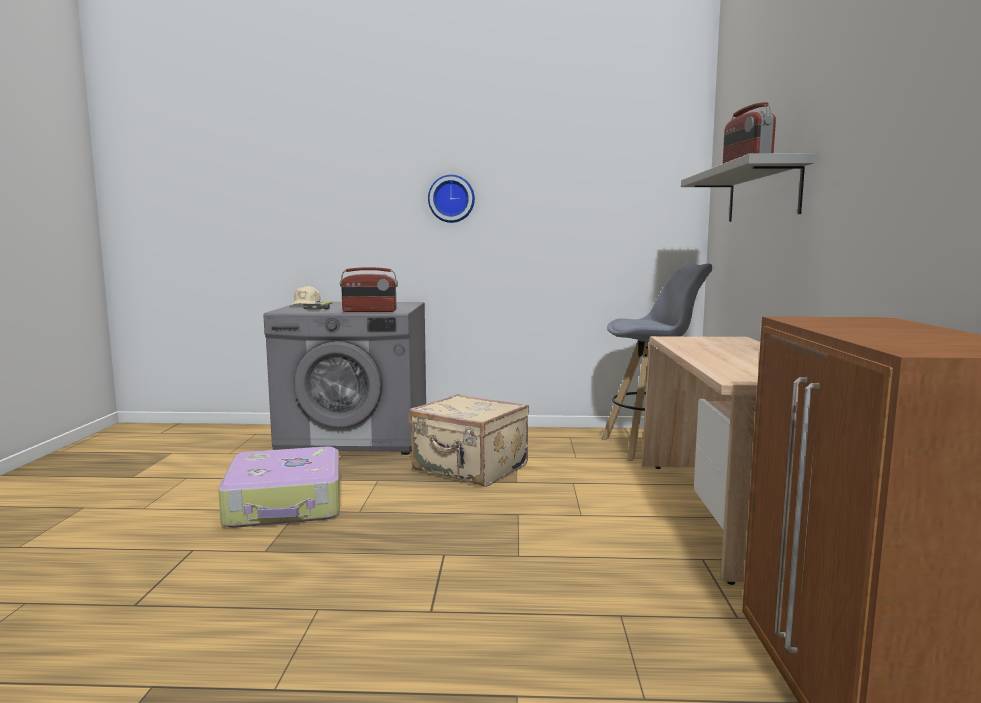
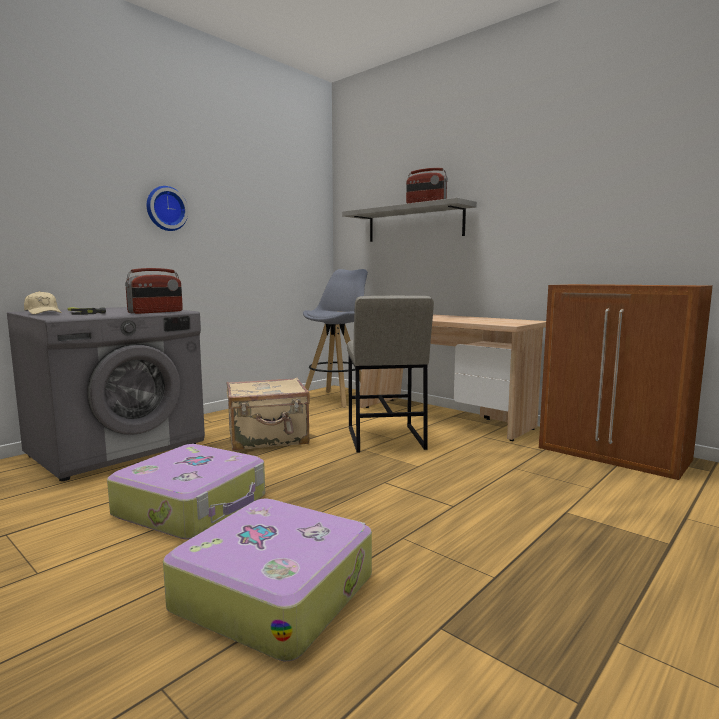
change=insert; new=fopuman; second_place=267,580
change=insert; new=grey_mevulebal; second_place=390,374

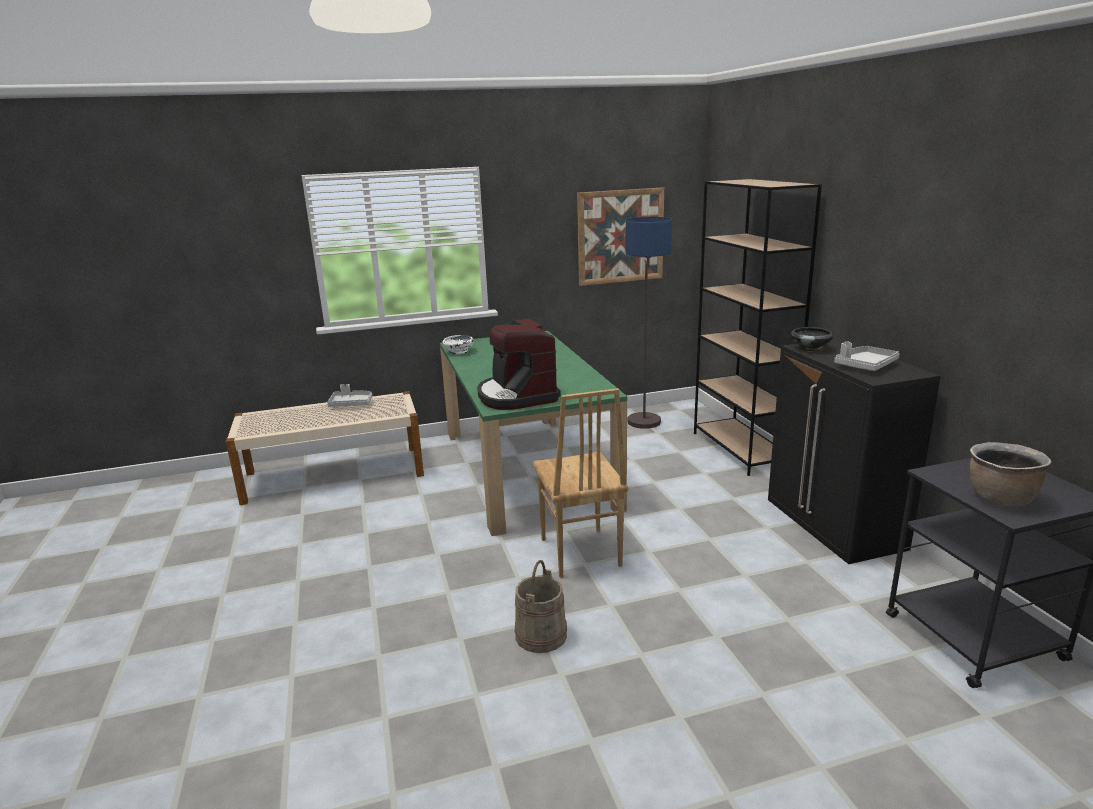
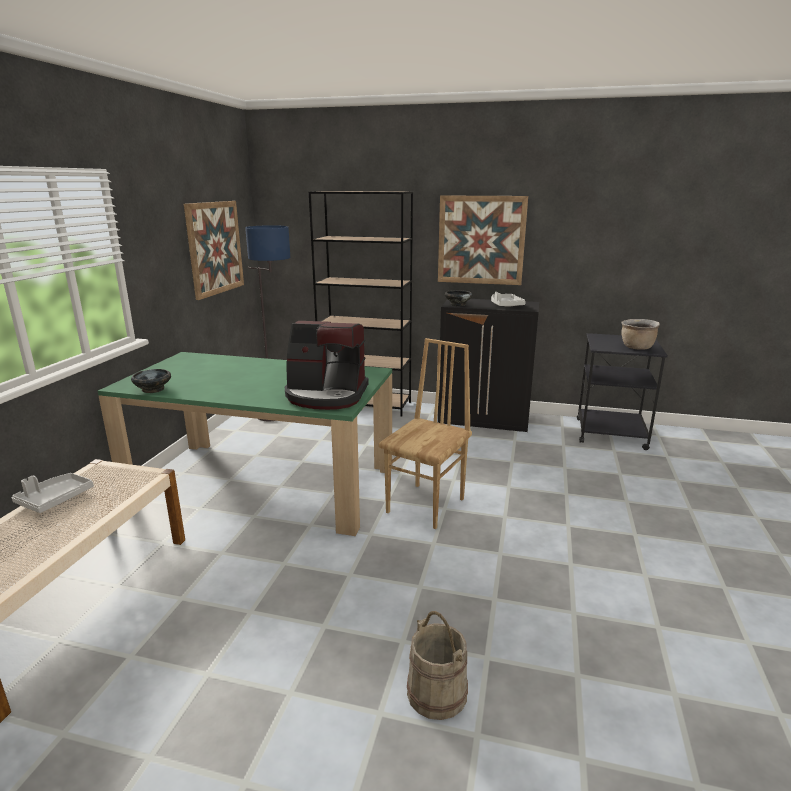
change=recolor; old=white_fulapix; new=black_fulapix; first_place=458,345; second_place=151,381
change=move; old=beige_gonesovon; first_place=541,606; second_place=437,665
change=rotate; old=brown_mevulebal; first_place=580,483; second_place=425,433; degrees=-75
change=insert; new=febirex; second_place=483,240

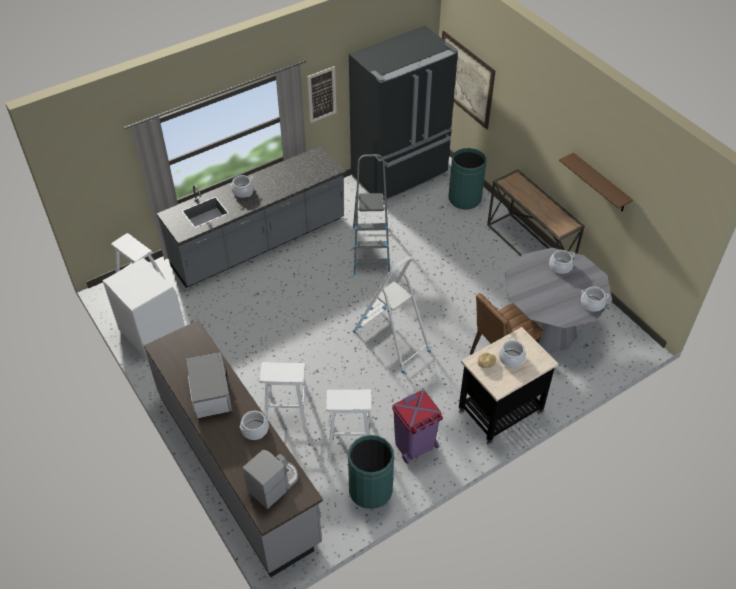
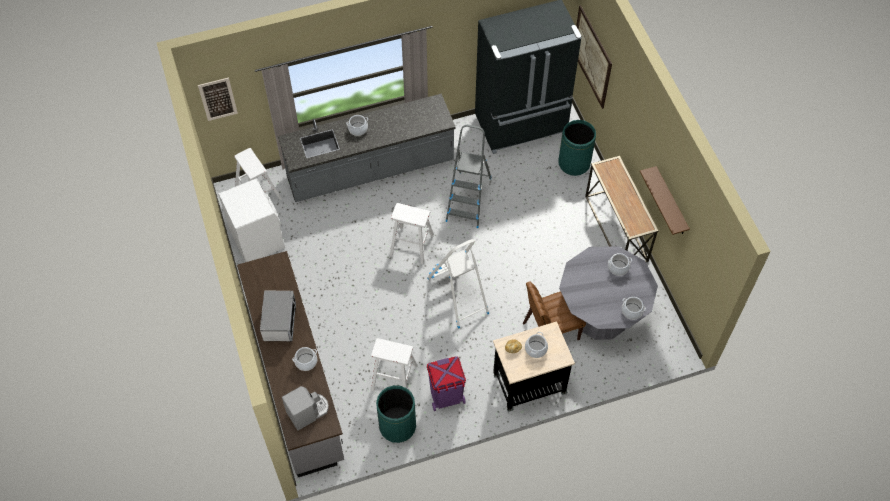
change=move; old=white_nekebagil; first_place=284,397; second_place=412,233
change=move; old=febirex; first_place=321,94; second_place=218,99

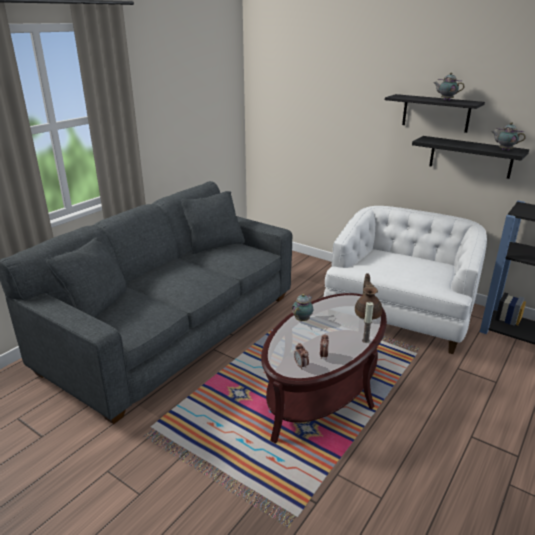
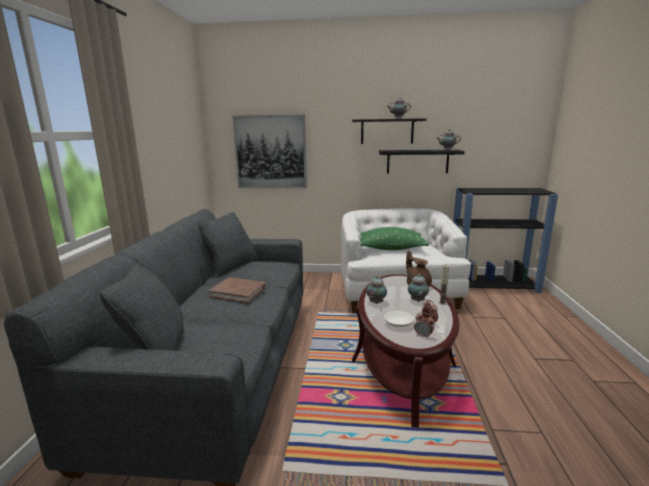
change=insert; new=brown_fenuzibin; second_place=237,290
change=insert; new=febirex; second_place=269,151
change=insert; new=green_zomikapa; second_place=394,238
change=insert; new=white_fulapix; second_place=399,319
change=insert; new=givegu; second_place=418,288

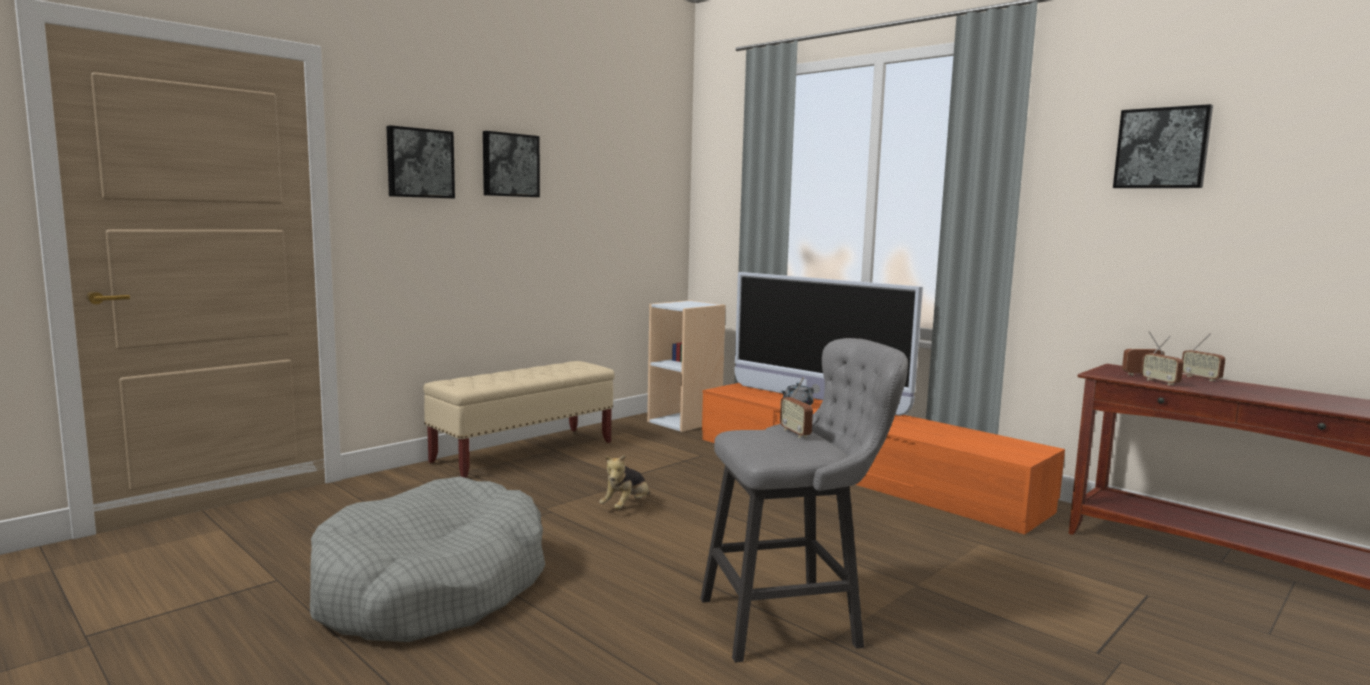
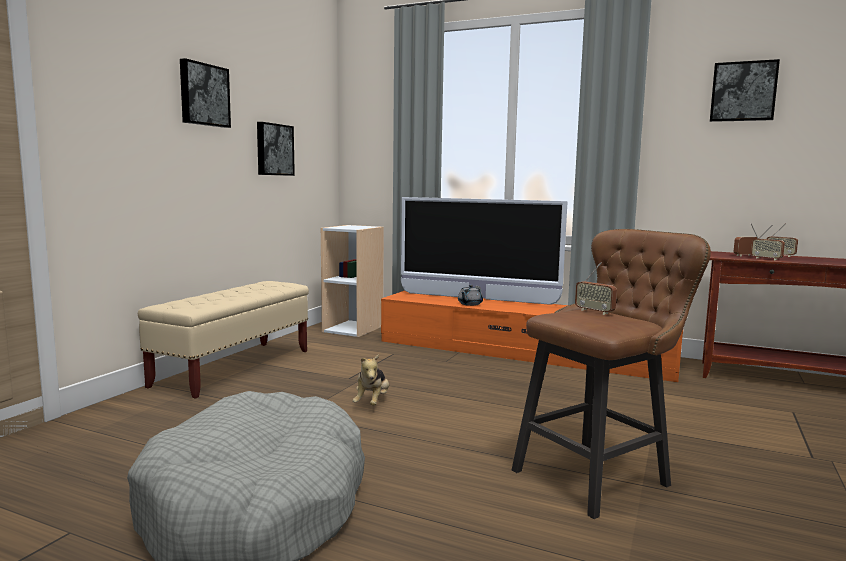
change=move; old=febirex; first_place=420,161; second_place=276,149
change=recolor; old=grey_nekebagil; new=brown_nekebagil; first_place=804,500; second_place=611,374

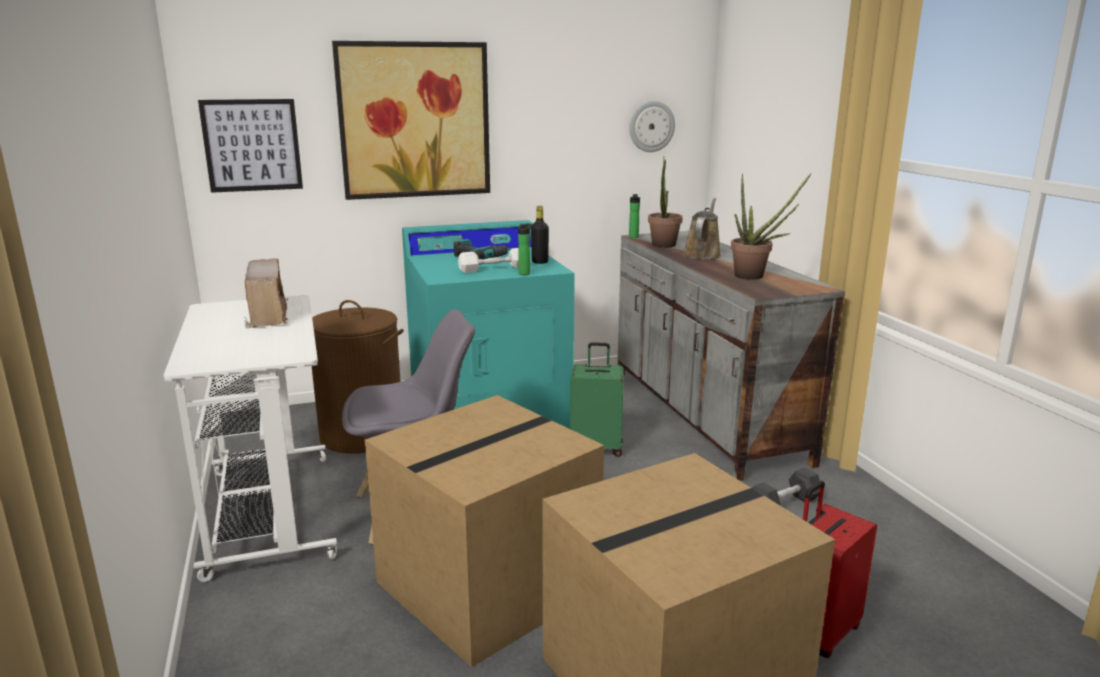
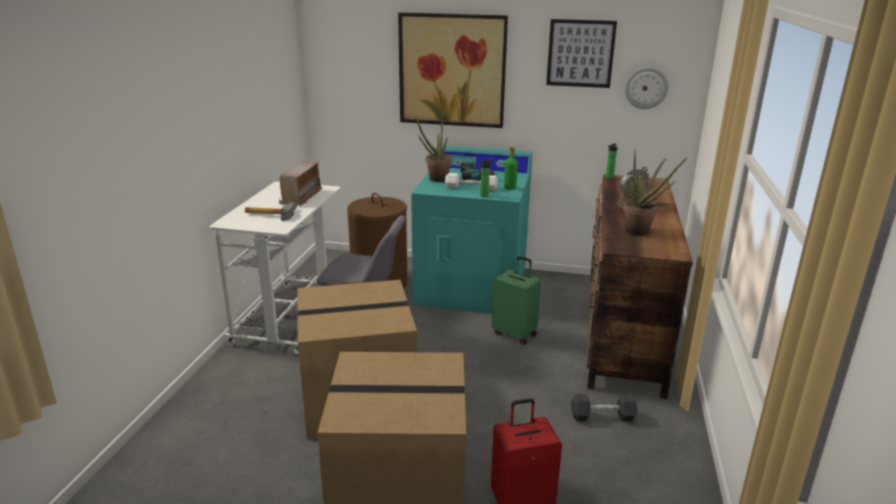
change=move; old=febirex; first_place=250,146; second_place=581,53
change=recolor; old=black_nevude; new=green_nevude; first_place=540,235; second_place=511,168
change=recolor; old=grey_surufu; new=brown_surufu; first_place=731,356; second_place=640,286
change=move; old=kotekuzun; first_place=665,202; second_place=433,146
change=insert; new=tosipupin; second_place=271,211

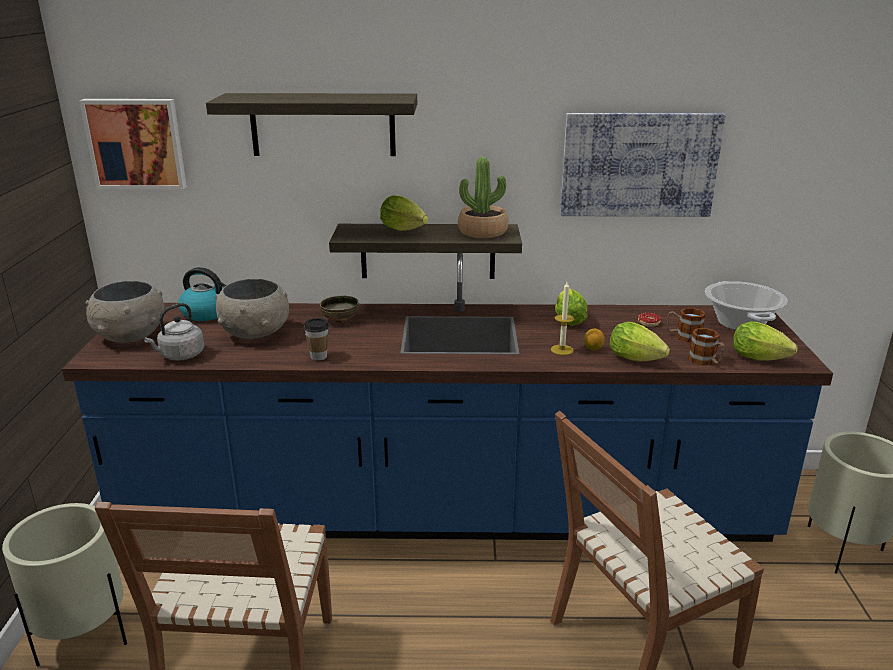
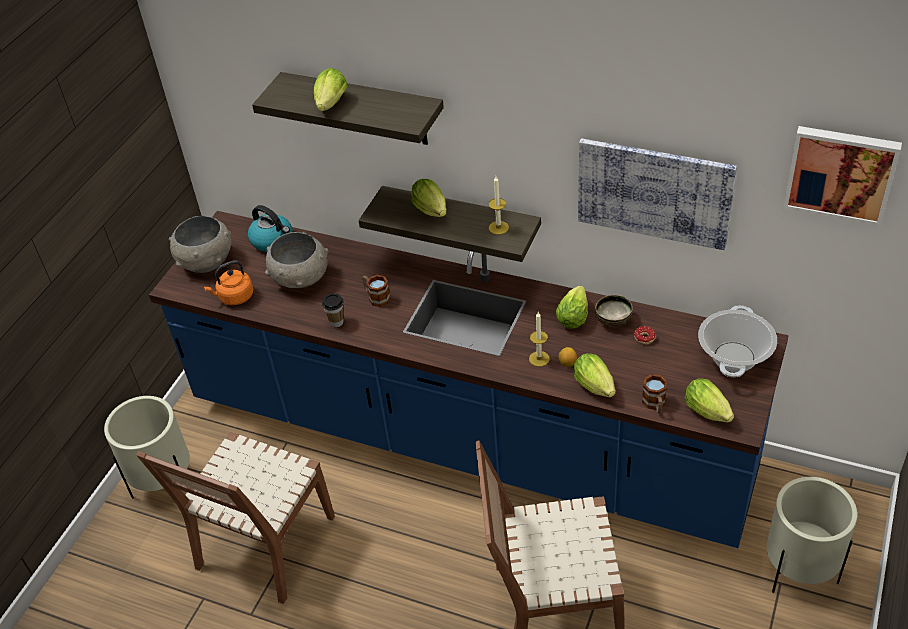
change=move; old=febirex; first_place=133,144; second_place=842,176
change=recolor; old=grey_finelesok; new=orange_finelesok; first_place=174,332; second_place=228,282
change=move; old=fulapix; first_place=339,309; second_place=614,311
change=replace; old=kotekuzun; new=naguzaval; first_place=483,197; second_place=499,206
change=move; old=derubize; first_place=686,325; second_place=376,291
change=insert; new=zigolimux; second_place=331,89

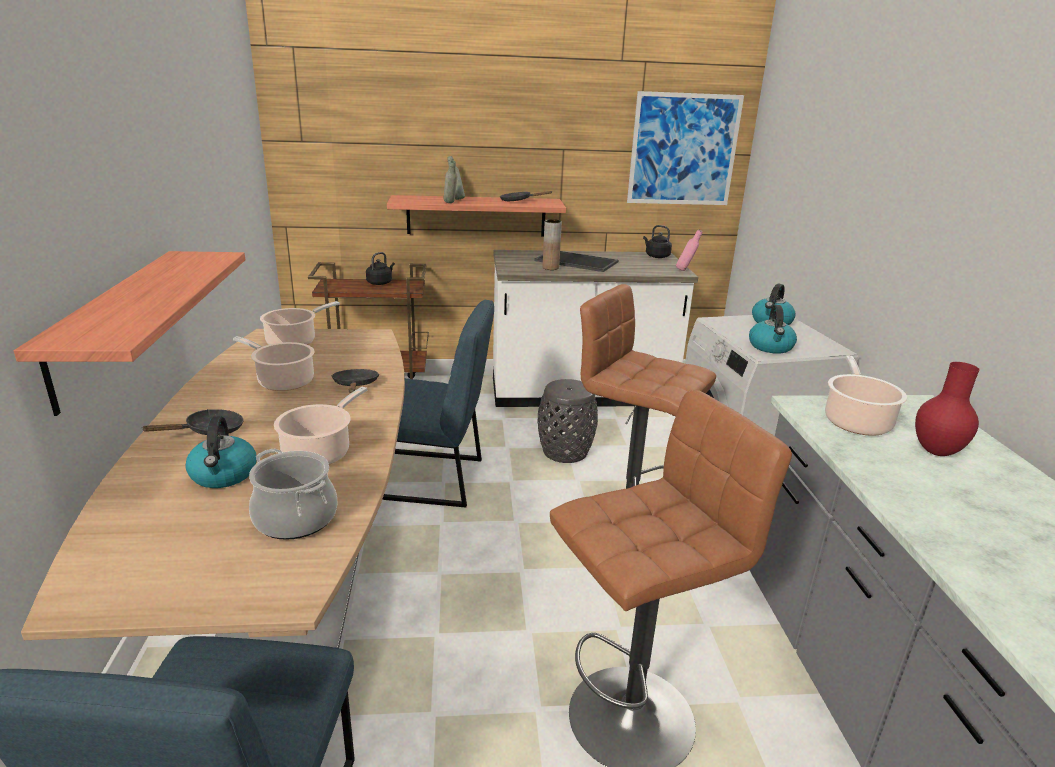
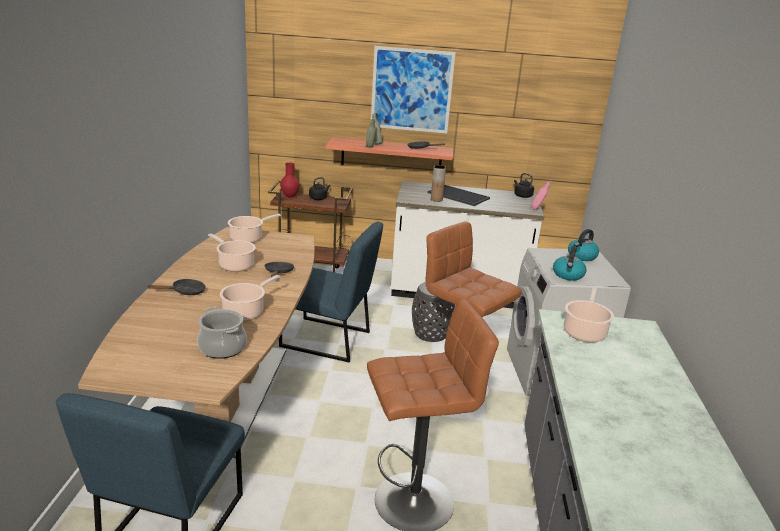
change=delete; old=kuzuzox; first_place=129,333
change=delete; old=finelesok; first_place=220,452
change=move; old=febirex; first_place=685,148; second_place=413,90
change=move; old=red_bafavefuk; first_place=947,409; second_place=290,180

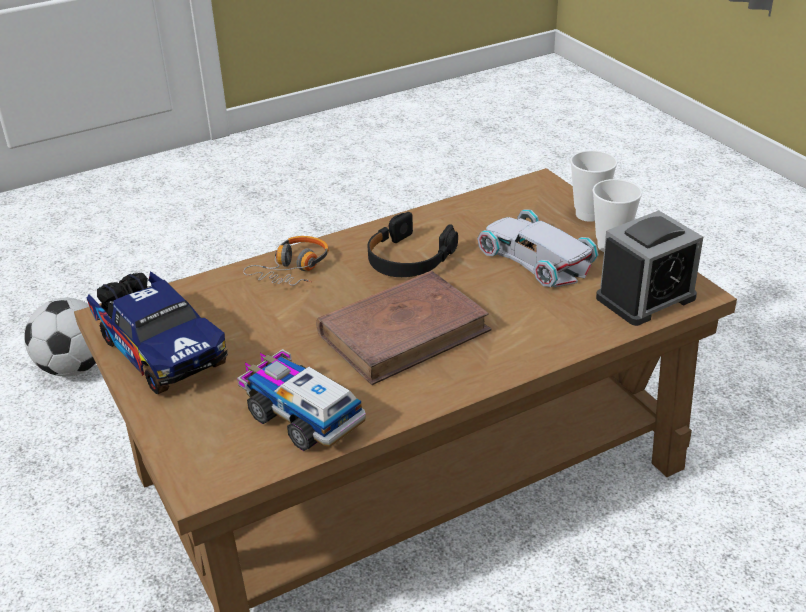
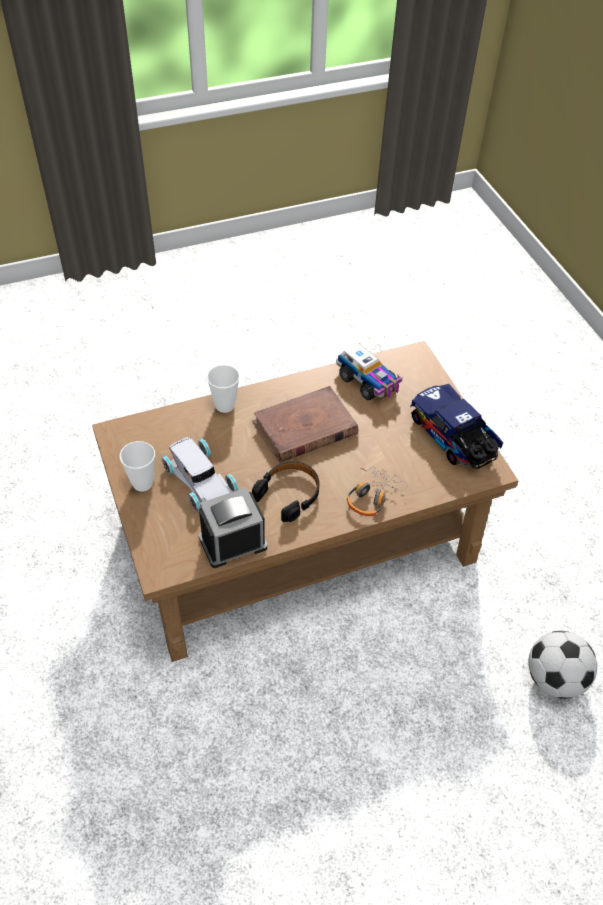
change=move; old=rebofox; first_place=593,186; second_place=223,389
change=move; old=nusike; first_place=649,268; second_place=233,528

